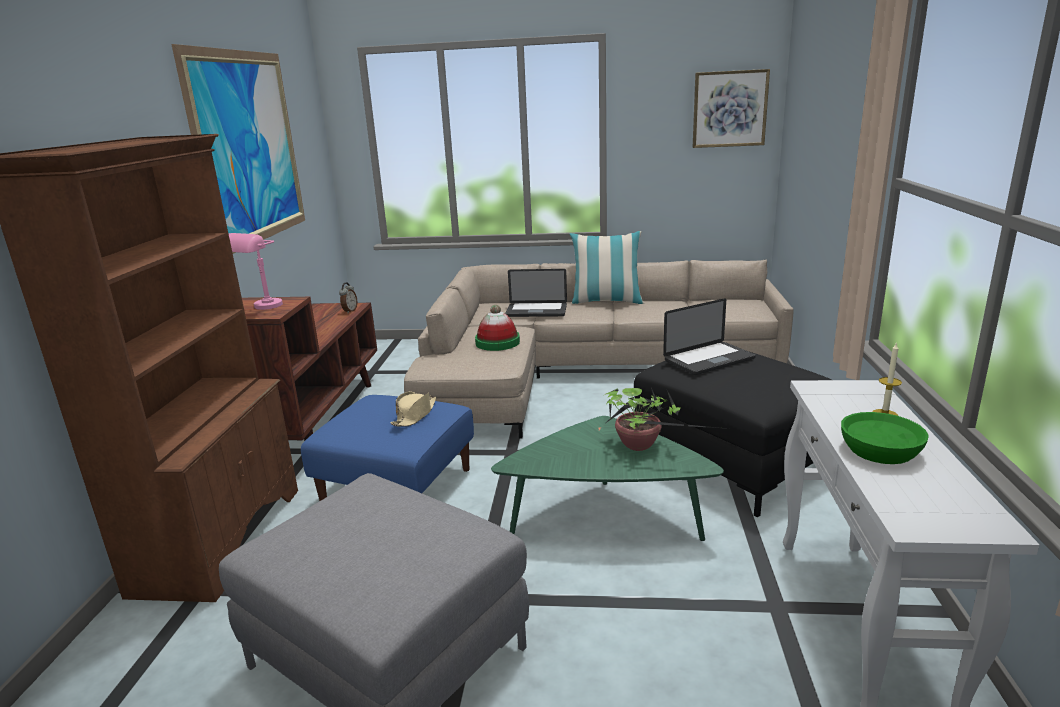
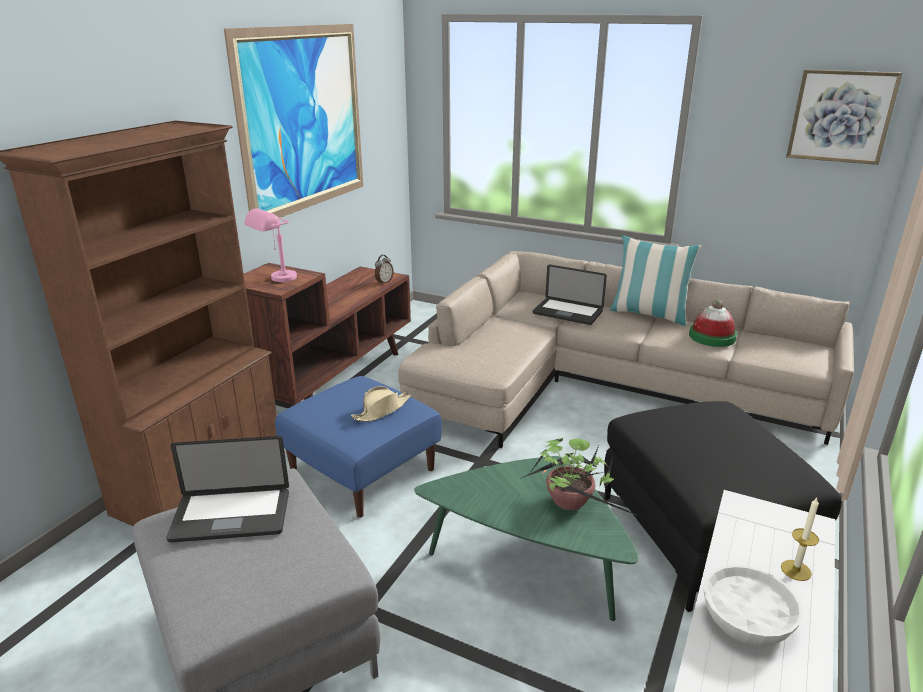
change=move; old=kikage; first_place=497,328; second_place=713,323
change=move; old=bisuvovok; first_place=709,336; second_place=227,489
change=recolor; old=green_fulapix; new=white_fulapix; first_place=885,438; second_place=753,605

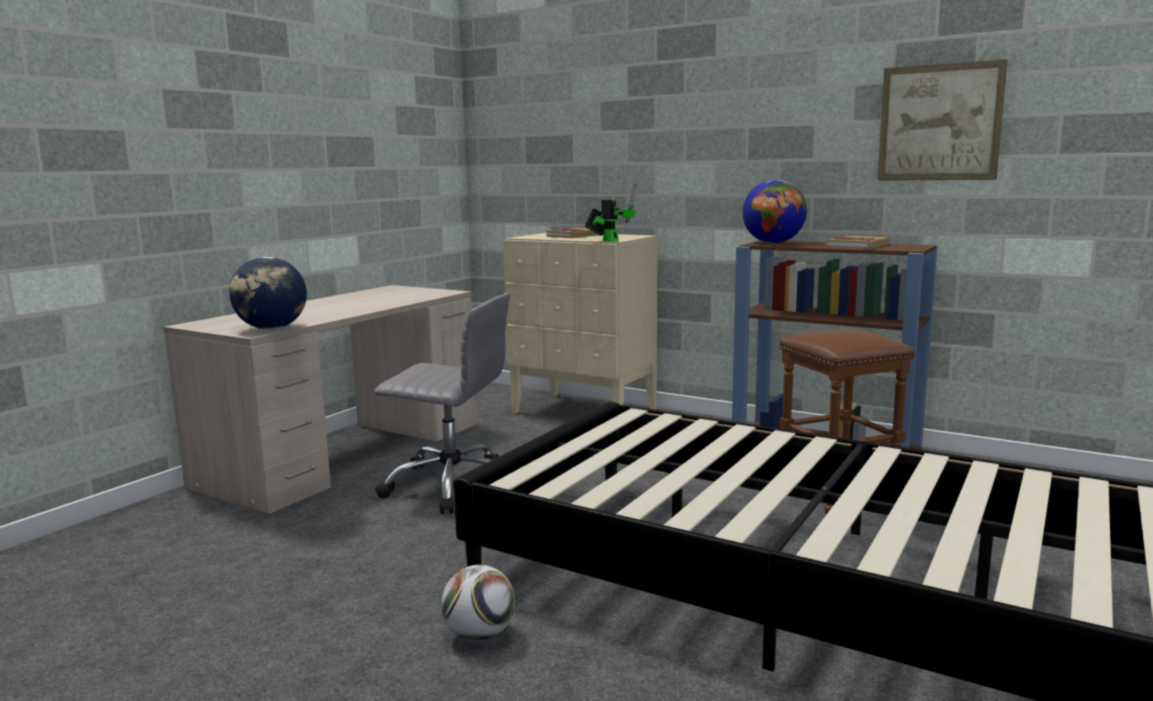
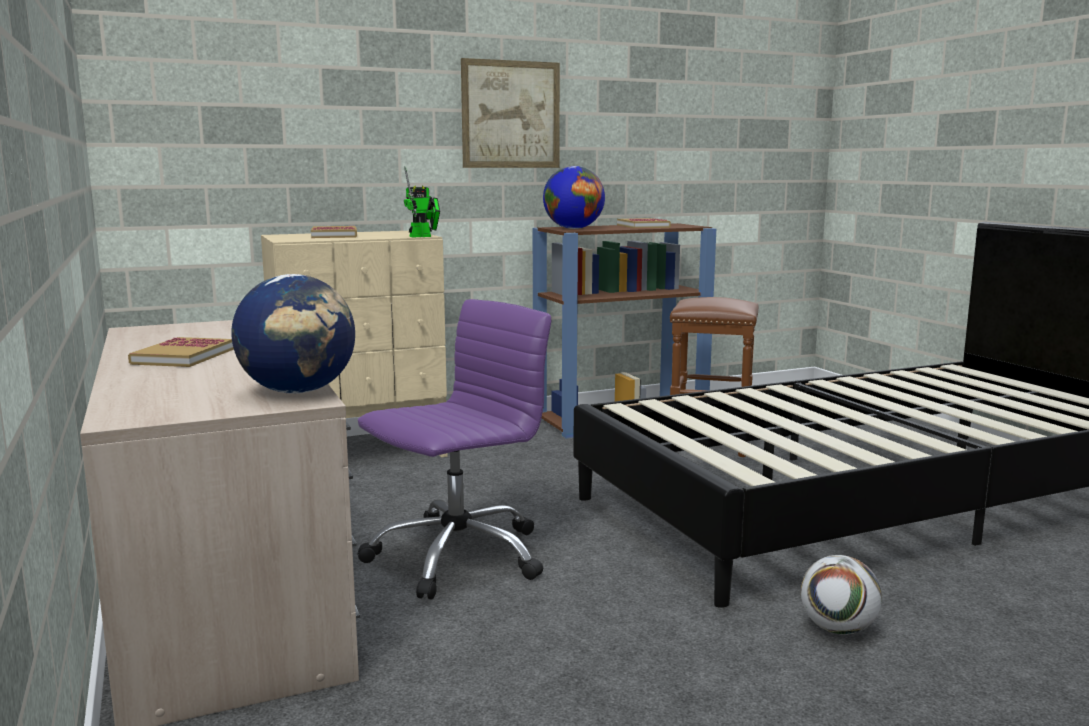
change=recolor; old=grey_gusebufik; new=purple_gusebufik; first_place=442,403; second_place=454,449
change=rotate; old=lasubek; first_place=611,212; second_place=422,201; degrees=150
change=move; old=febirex; first_place=942,119; second_place=510,113
change=insert; new=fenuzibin; second_place=181,352

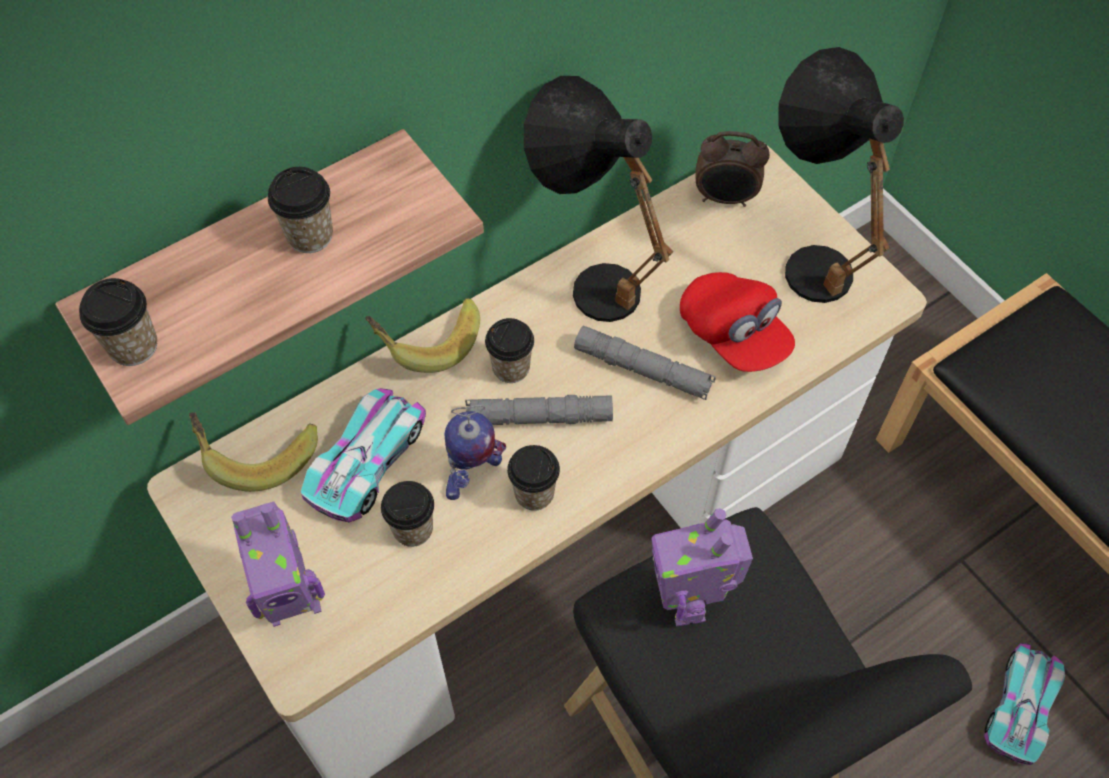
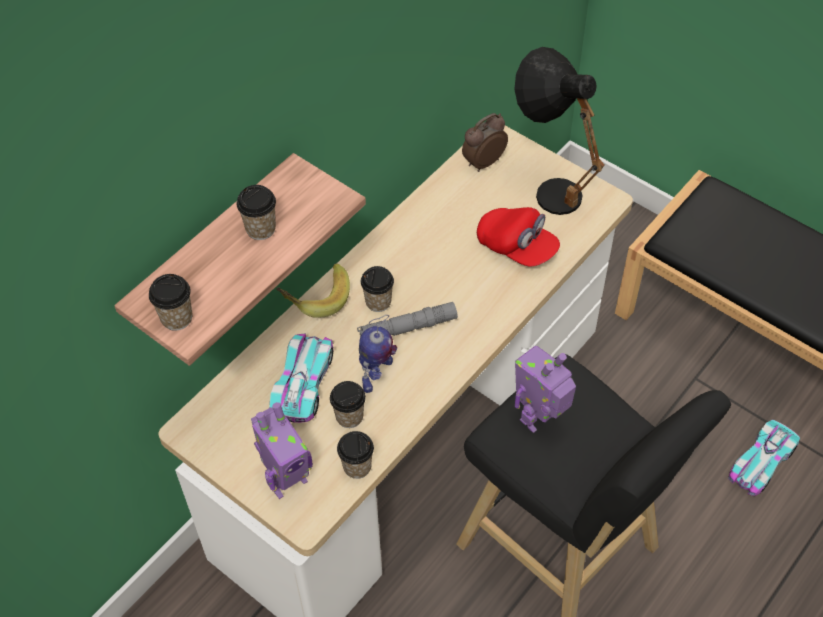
change=delete; old=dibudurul; first_place=253,452
change=move; old=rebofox; first_place=533,478; second_place=355,455
change=delete; old=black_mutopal; first_place=598,199
change=delete; old=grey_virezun; first_place=645,363
change=rotate; old=lasubek; first_place=702,567; second_place=545,389; degrees=75
change=rotate; old=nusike; first_place=732,169; second_place=485,142; degrees=150
change=rotate; old=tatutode; first_place=1024,704; second_place=764,458; degrees=-150

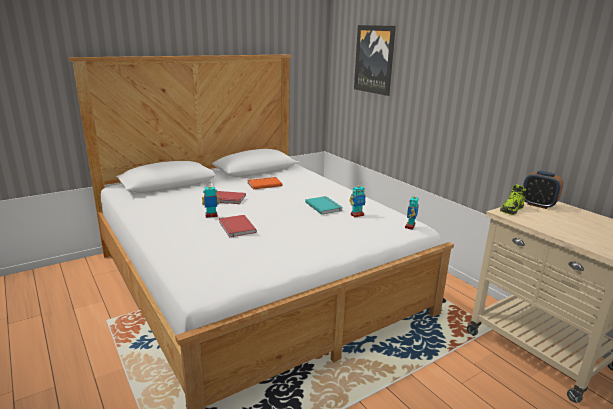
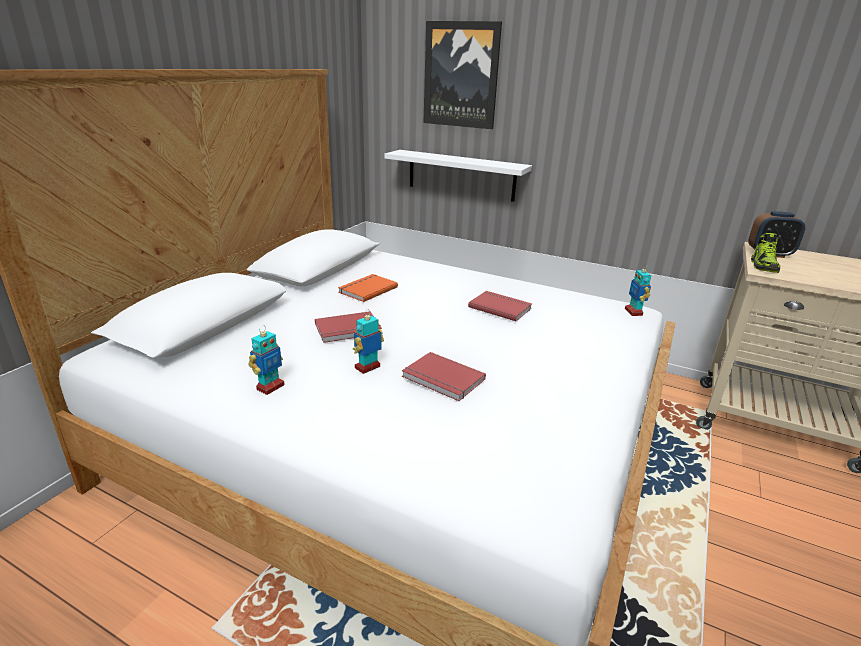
change=recolor; old=turquoise_fenuzibin; new=red_fenuzibin; first_place=324,205; second_place=500,306
change=move; old=lasubek; first_place=357,200; second_place=266,360
change=insert; new=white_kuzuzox; second_place=458,176

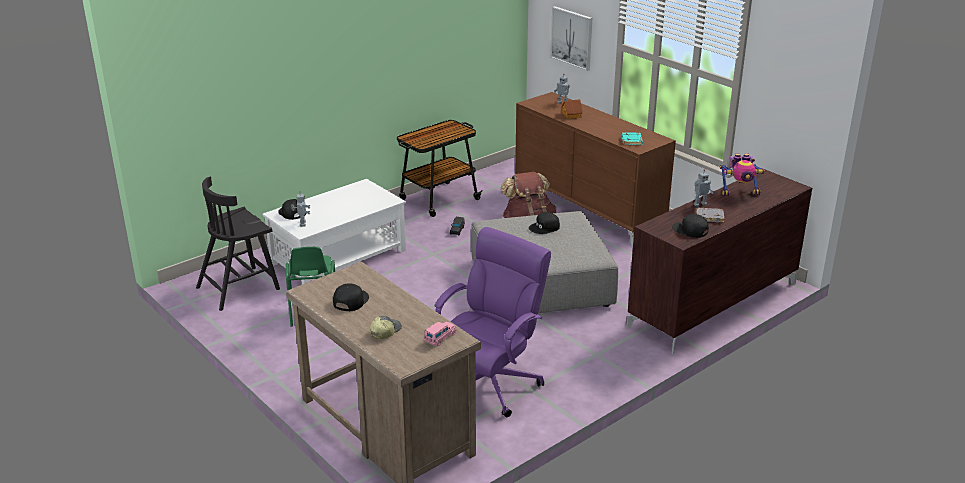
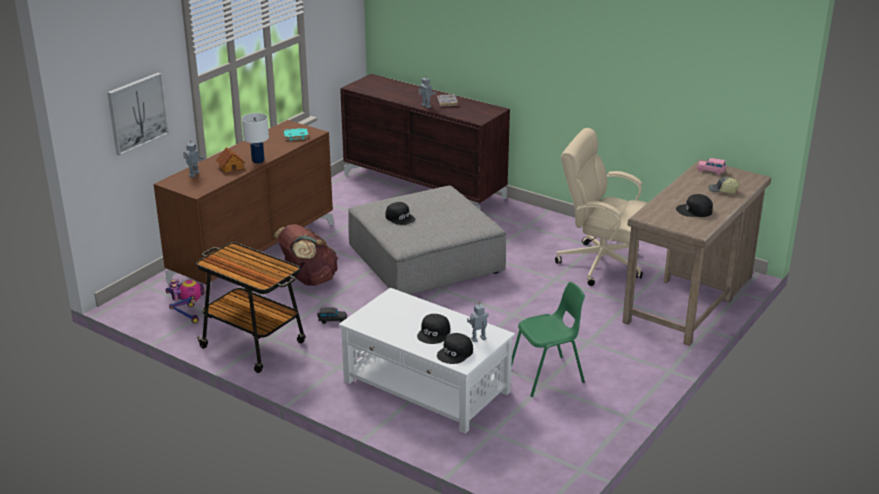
change=delete; old=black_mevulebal; first_place=238,243
change=recolor; old=purple_gusebufik; new=beige_gusebufik; first_place=493,322; second_place=601,207
change=move; old=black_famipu; first_place=690,226; second_place=433,329
change=move; old=lasubek; first_place=742,174; second_place=185,301
change=insert; new=white_mutopal; second_place=255,138

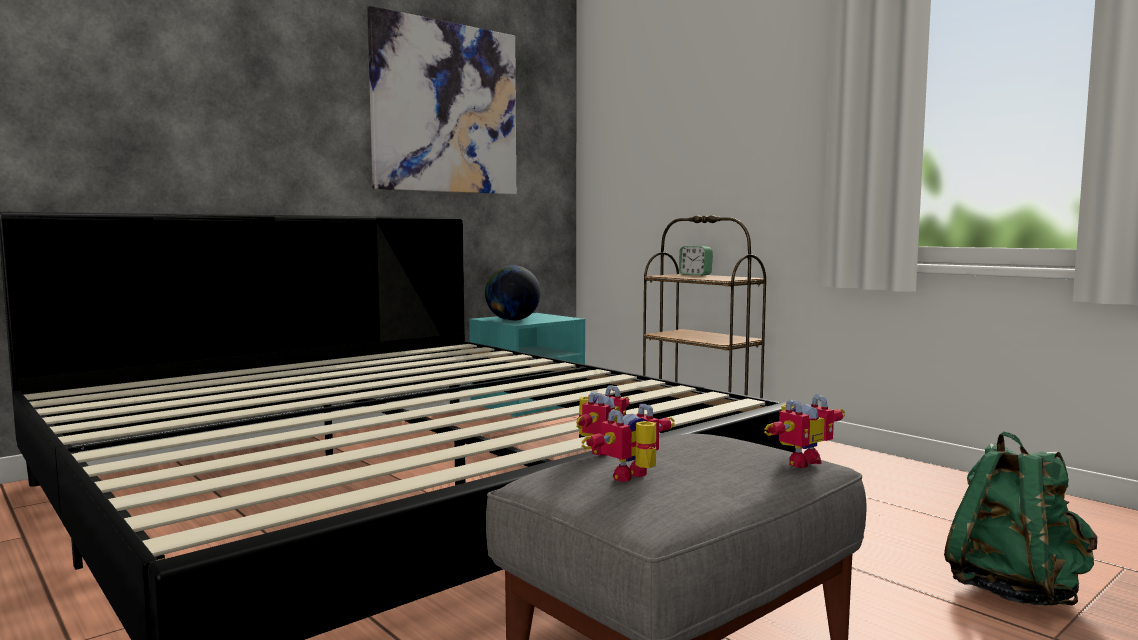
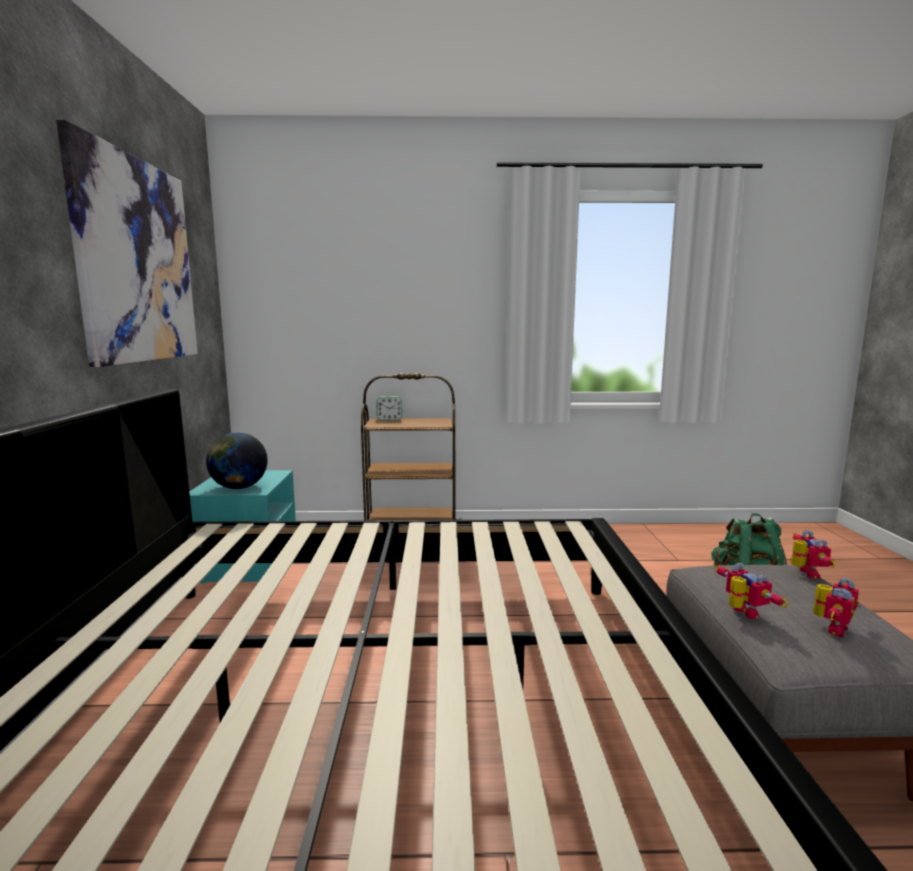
change=rotate; old=lasubek; first_place=628,443; second_place=836,608; degrees=-135

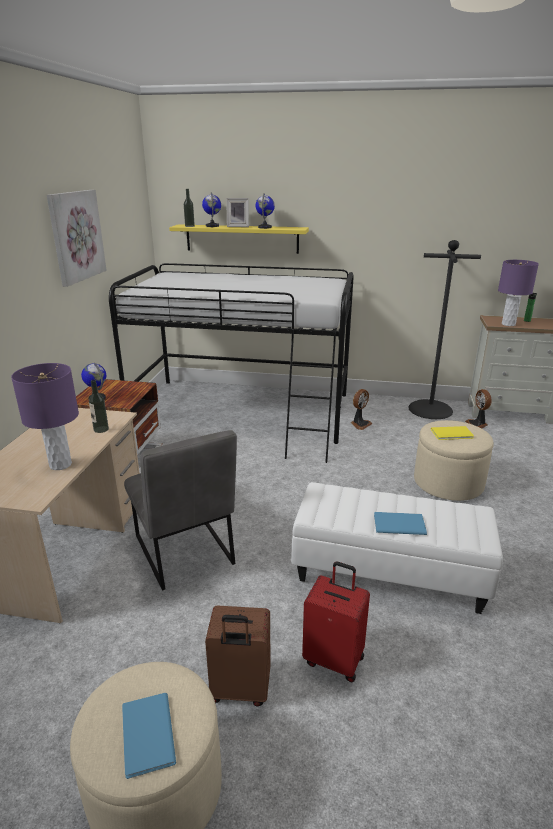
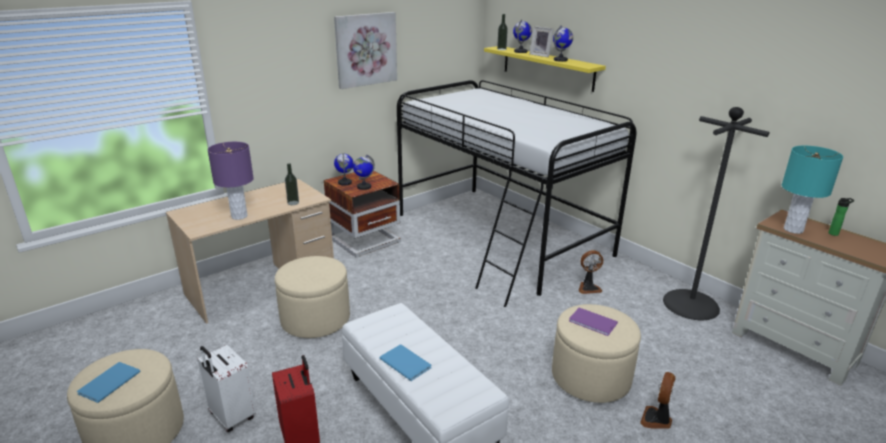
change=replace; old=grey_mevulebal; new=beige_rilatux; first_place=180,510; second_place=312,297
change=recolor; old=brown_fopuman; new=white_fopuman; first_place=238,656; second_place=226,388
change=recolor; old=yellow_fenuzibin; new=purple_fenuzibin; first_place=452,433; second_place=593,322
change=move; old=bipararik; first_place=478,409; second_place=658,400
change=recolor; old=purple_mutopal; new=turquoise_mutopal; first_place=518,293; second_place=812,190
change=insert; new=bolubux; second_place=364,172

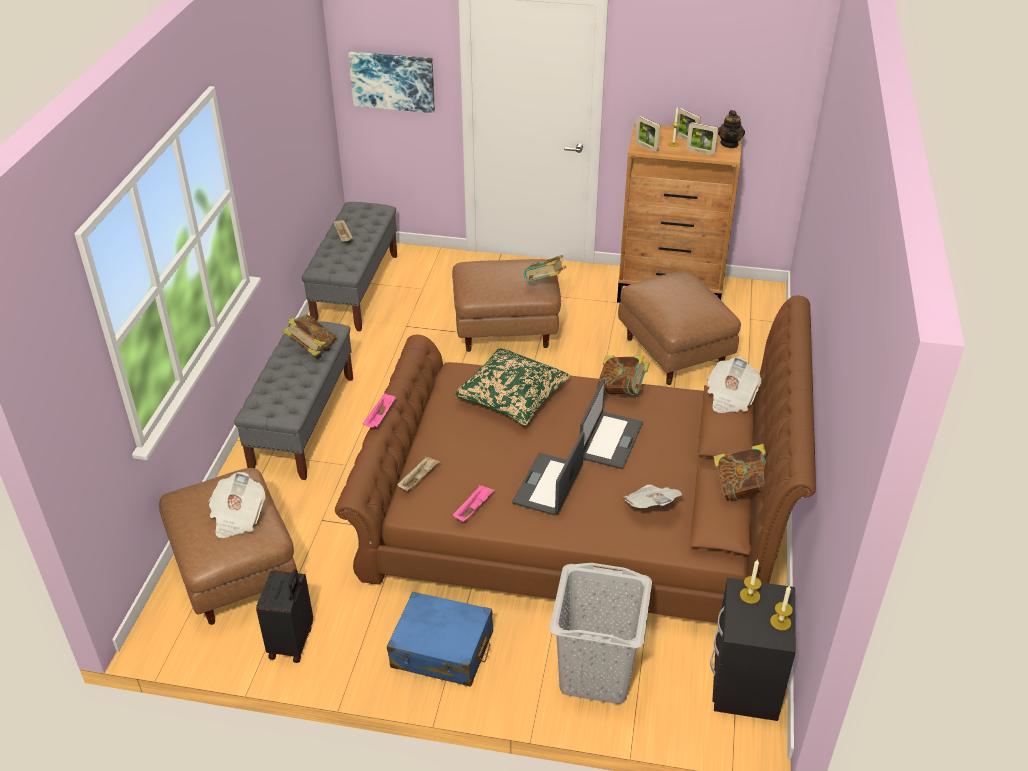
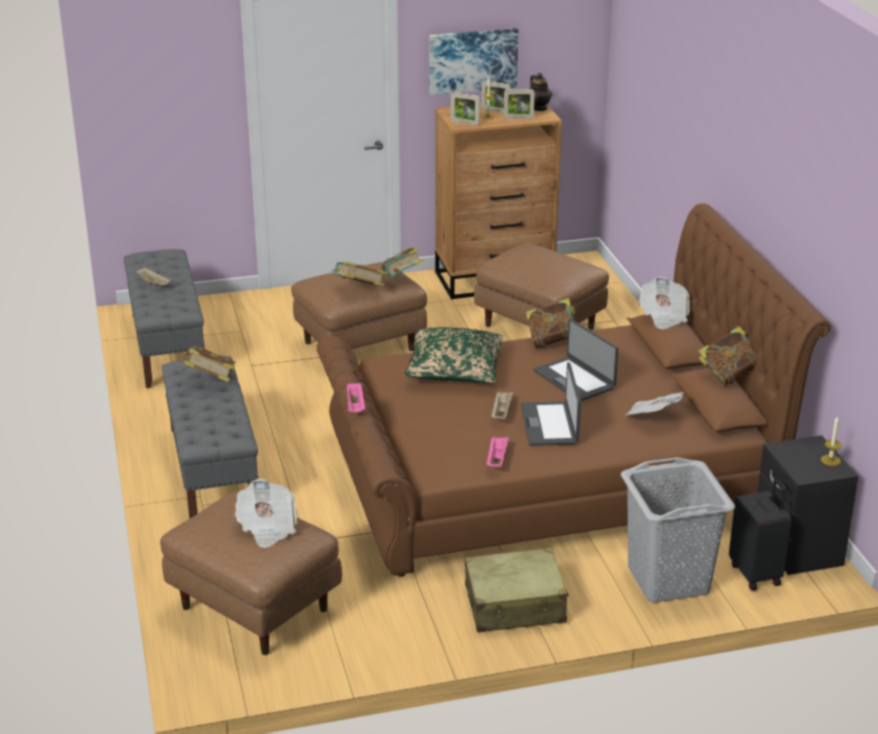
change=move; old=black_fopuman; first_place=284,616; second_place=760,535
change=move; old=febirex; first_place=392,82; second_place=473,61
change=recolor; old=blue_fopuman; new=beige_fopuman; first_place=440,639; second_place=517,590
change=move; old=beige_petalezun; first_place=418,473; second_place=502,405
change=rotate; old=bisuvovok; first_place=611,424; second_place=575,360; degrees=150
change=delete; old=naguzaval; first_place=750,581
change=insert; new=fenuzibin; second_place=359,274

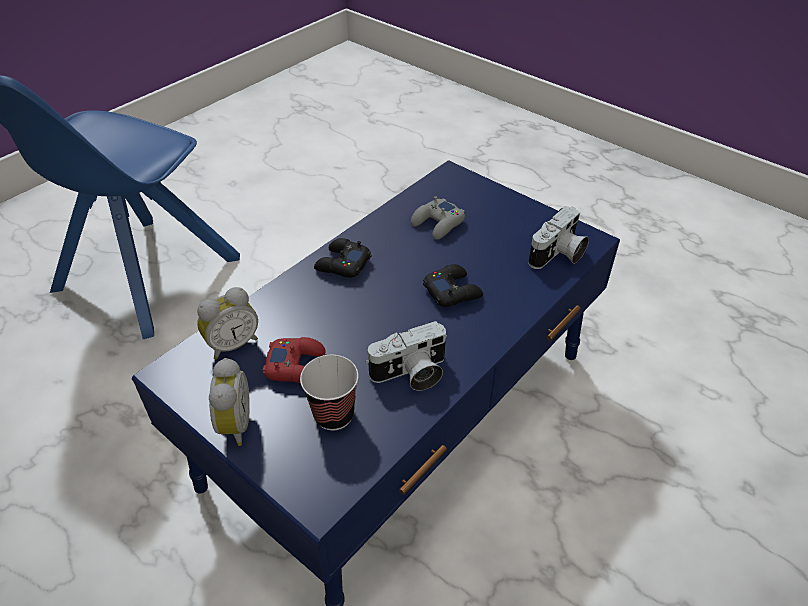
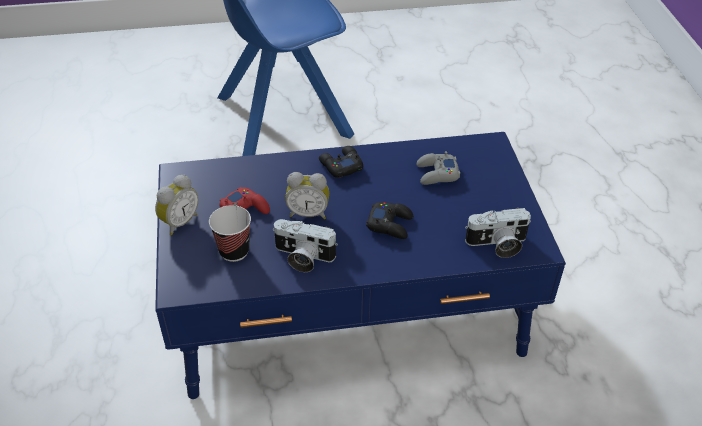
change=move; old=nusike; first_place=227,323; second_place=307,195

